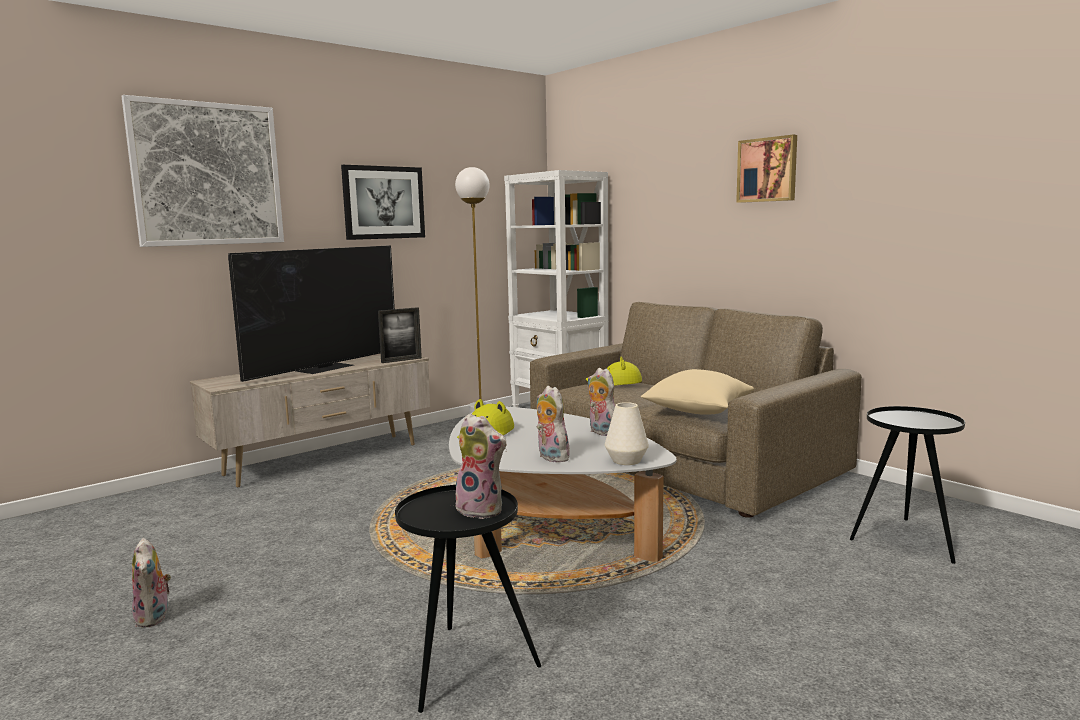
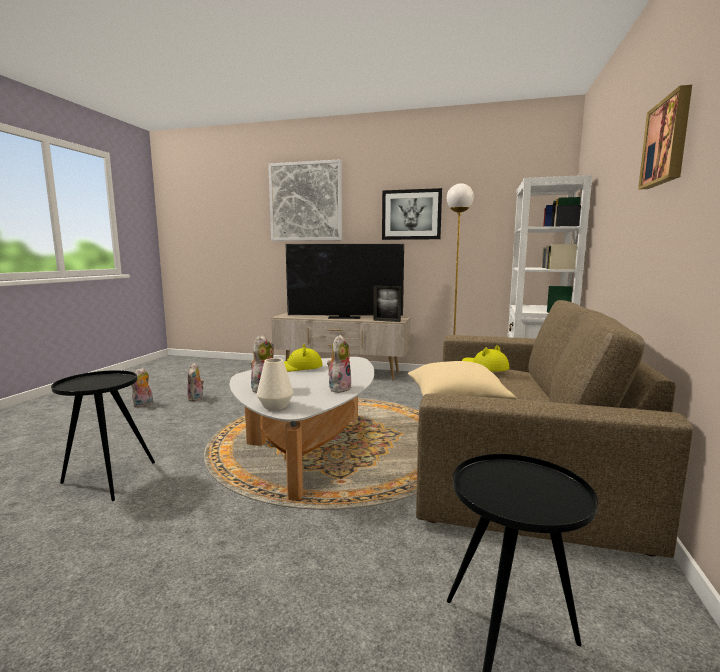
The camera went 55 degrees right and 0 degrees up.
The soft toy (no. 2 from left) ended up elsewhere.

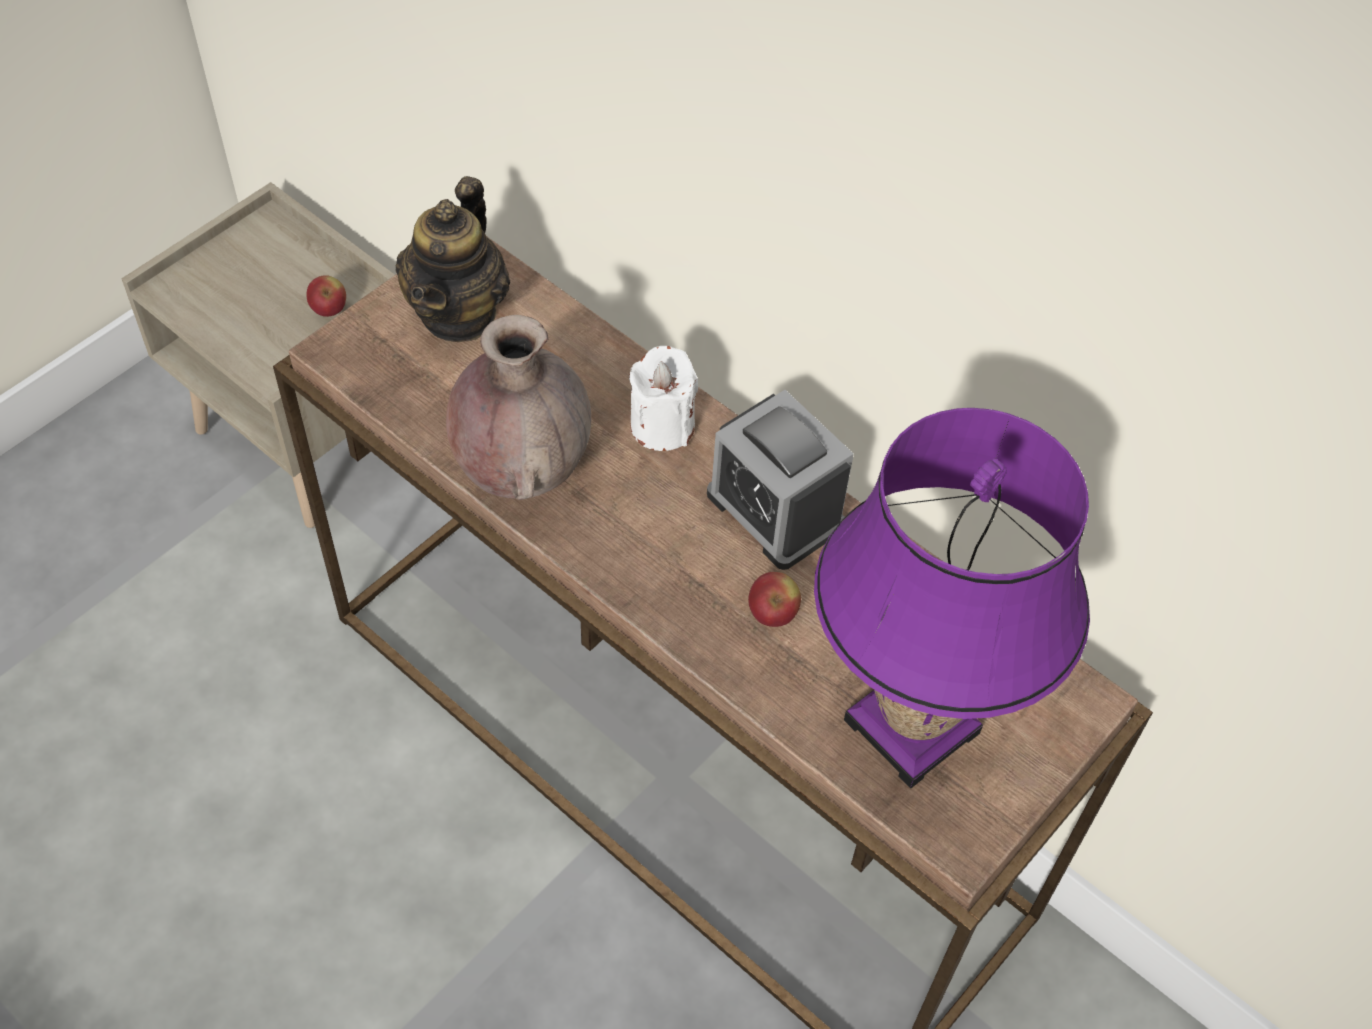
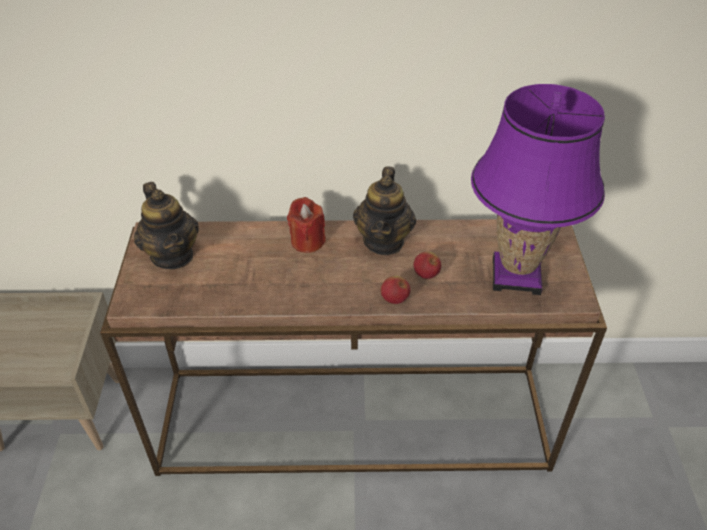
The camera went 40 degrees left and 10 degrees down.
What was the white wax candle turned into the reddish wax candle.
Where the alarm clock stood, the teapot (no. 2 from left) came to stand.
The apple (no. 1 from left) ended up elsewhere.
The second view lost the brown decorative vase.

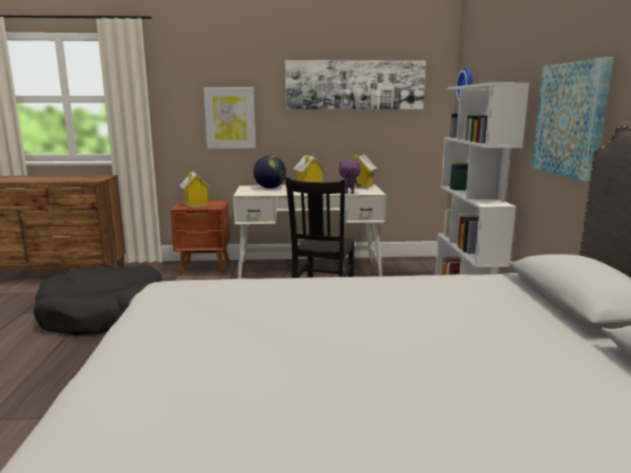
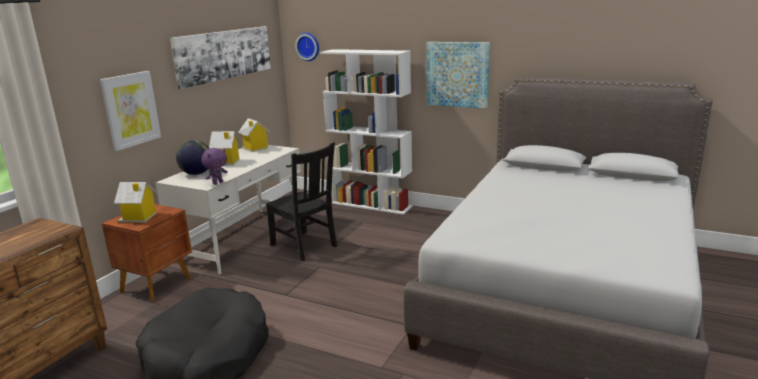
The camera went 60 degrees left and 5 degrees up.
The purple soft toy ended up elsewhere.

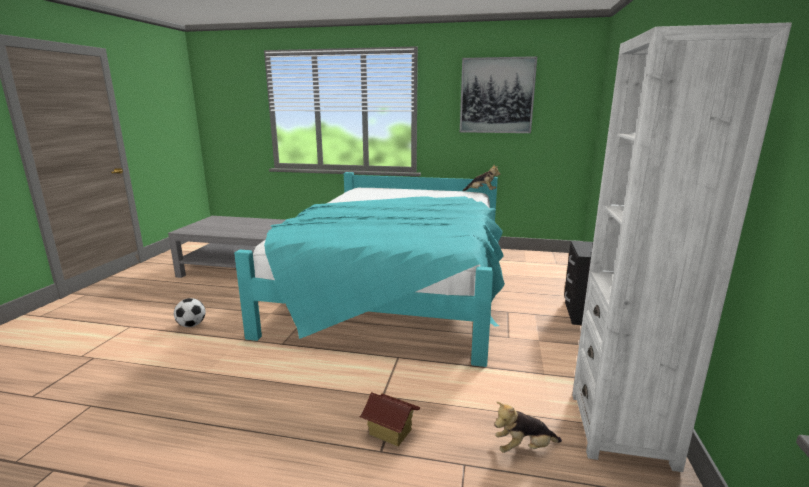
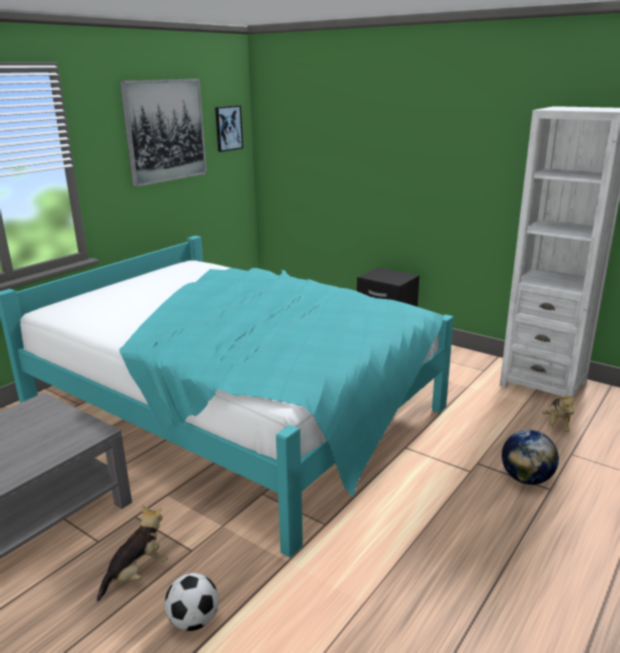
The camera went 65 degrees left and 5 degrees up.
The soft toy (no. 1 from left) ended up elsewhere.
The second view gained the wall picture (no. 2 from left).
Where the miniature house stood, the desk globe came to stand.

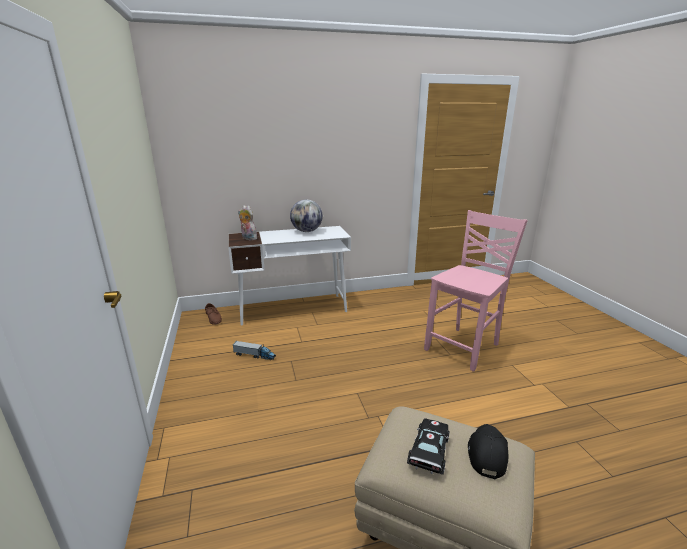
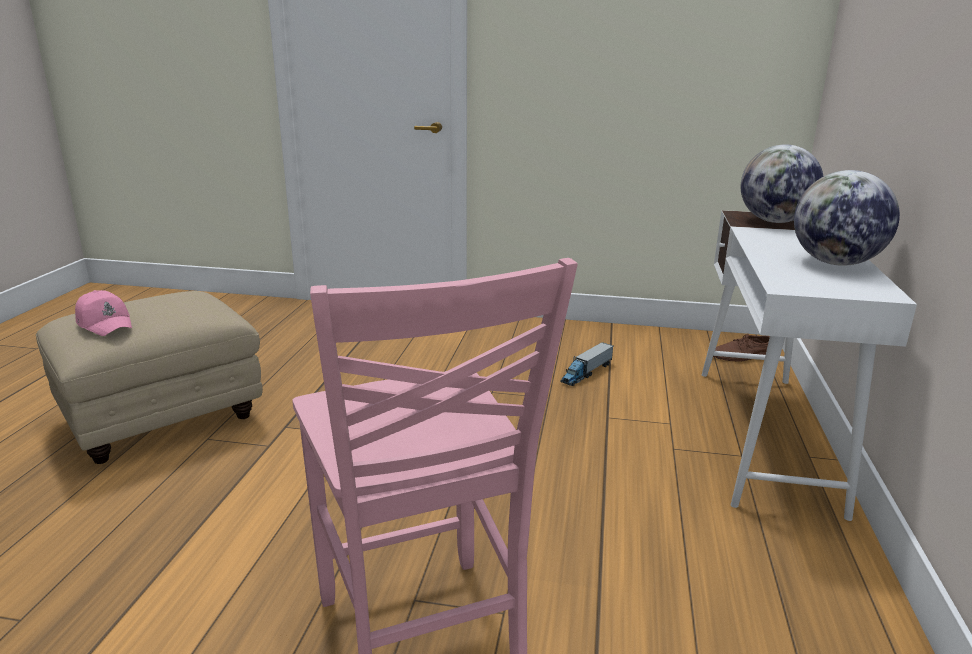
The camera went 115 degrees right and 0 degrees up.
What was the black peaked cap turned into the pink-coloured peaked cap.
Where the soft toy stood, the desk globe (no. 1 from left) came to stand.
The second view lost the black miniature car.

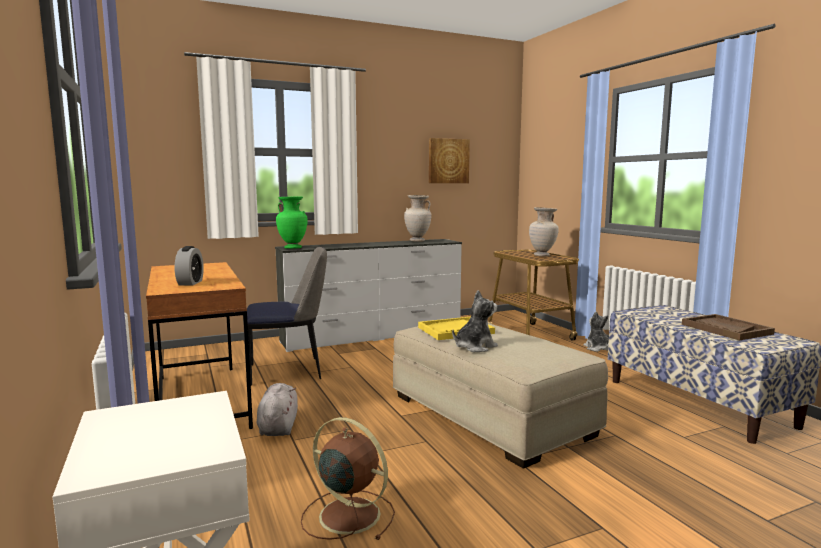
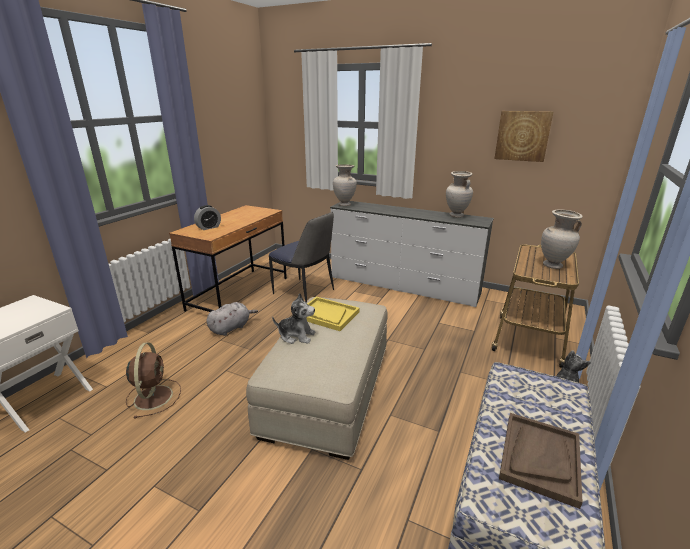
The camera went 50 degrees right and 15 degrees up.
What was the greenish decorative vase turned into the beige decorative vase (no. 1 from left).

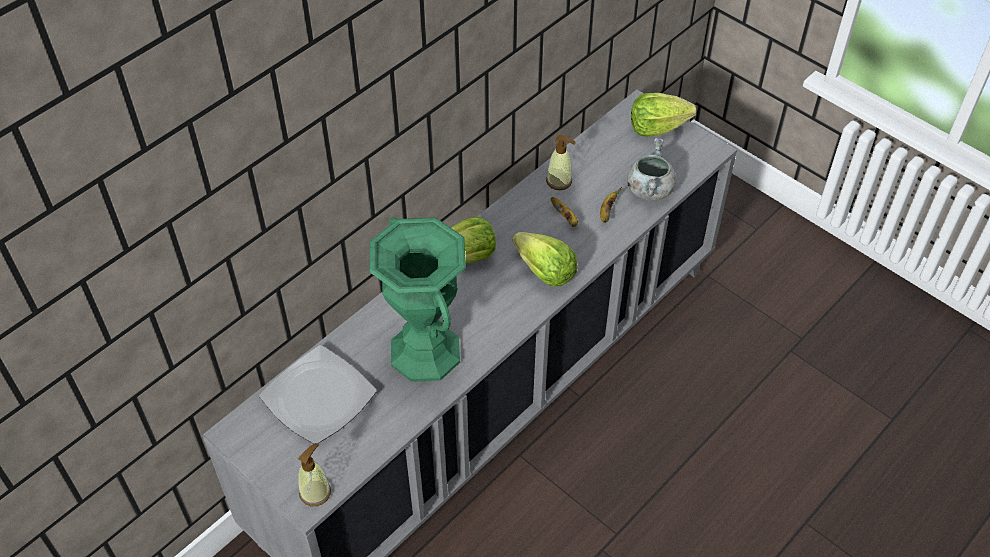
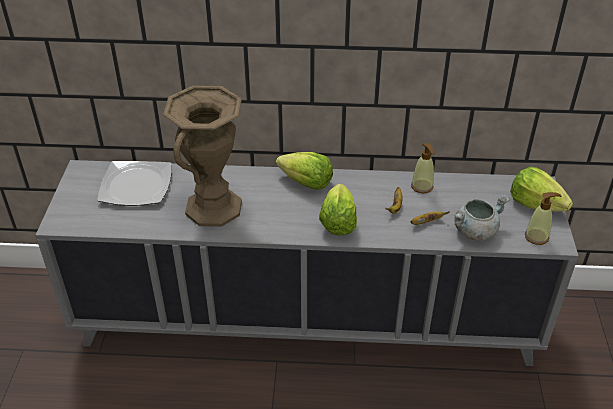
The camera went 50 degrees right and 10 degrees down.
What was the greenish decorative vase turned into the brown decorative vase.
The soap bottle (no. 1 from left in the first image) ended up elsewhere.

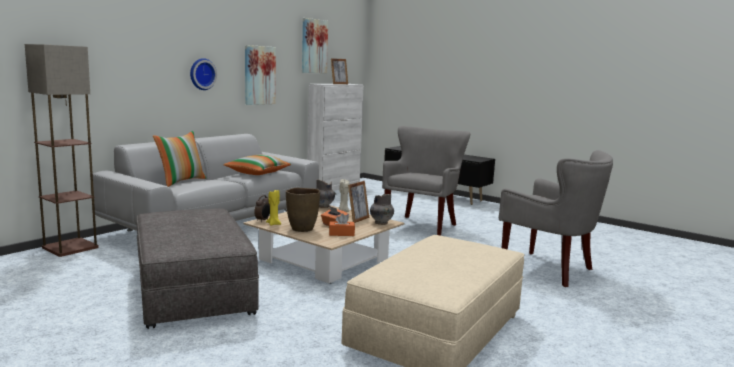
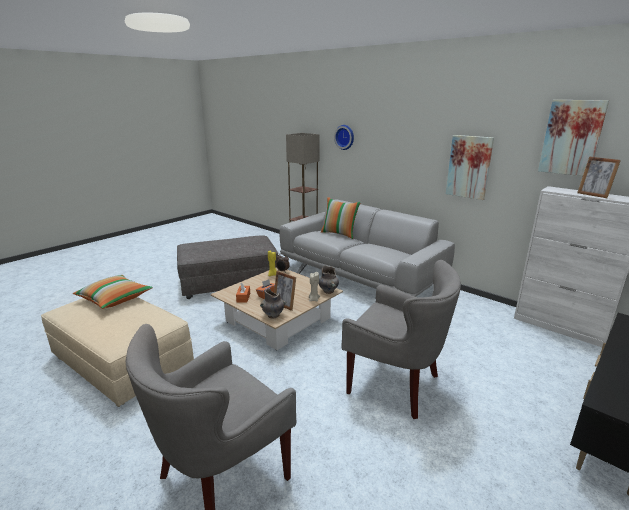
The camera went 95 degrees right and 10 degrees up.
The cushion (no. 2 from left in the first image) ended up elsewhere.
The hanging clock ended up elsewhere.
The second view lost the brown decorative vase.

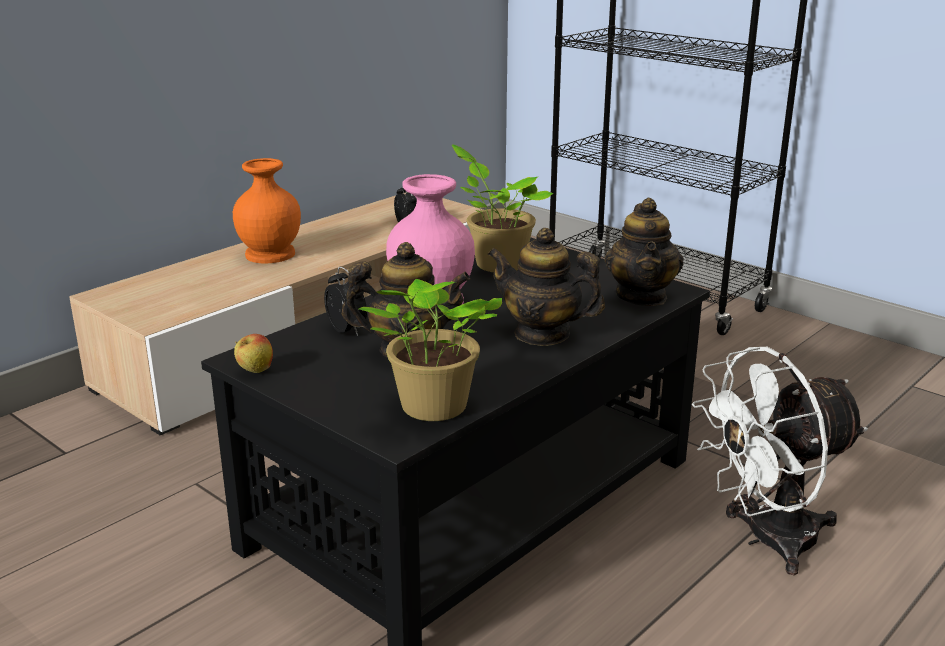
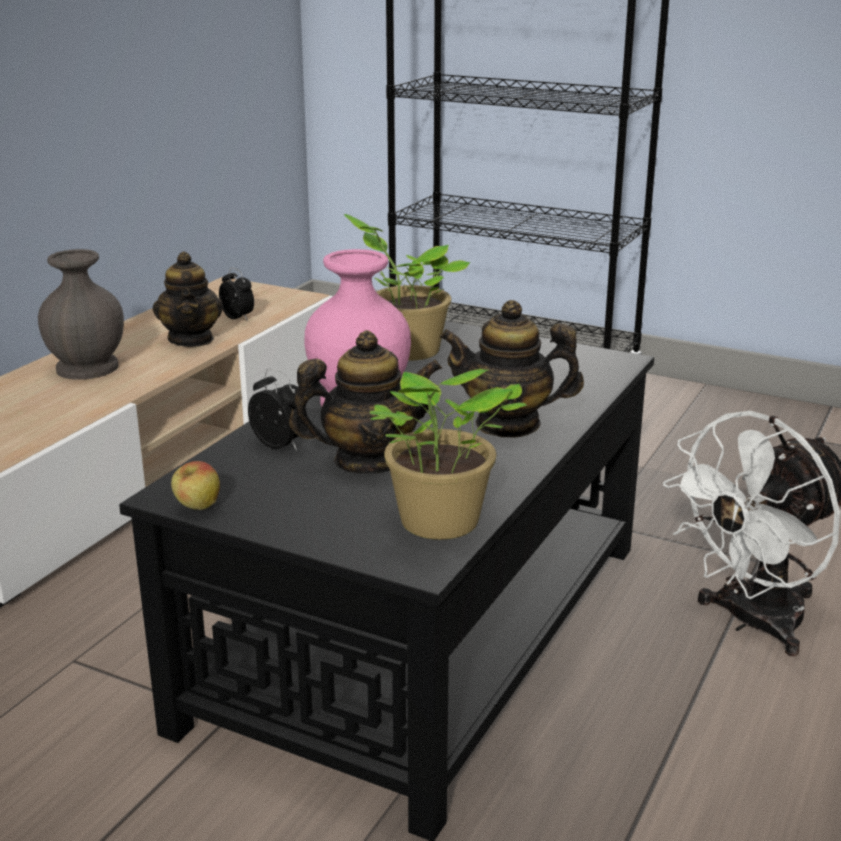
The camera went 15 degrees left and 0 degrees up.
What was the orange-coloured decorative vase turned into the gray decorative vase.
The teapot (no. 3 from left in the first image) ended up elsewhere.

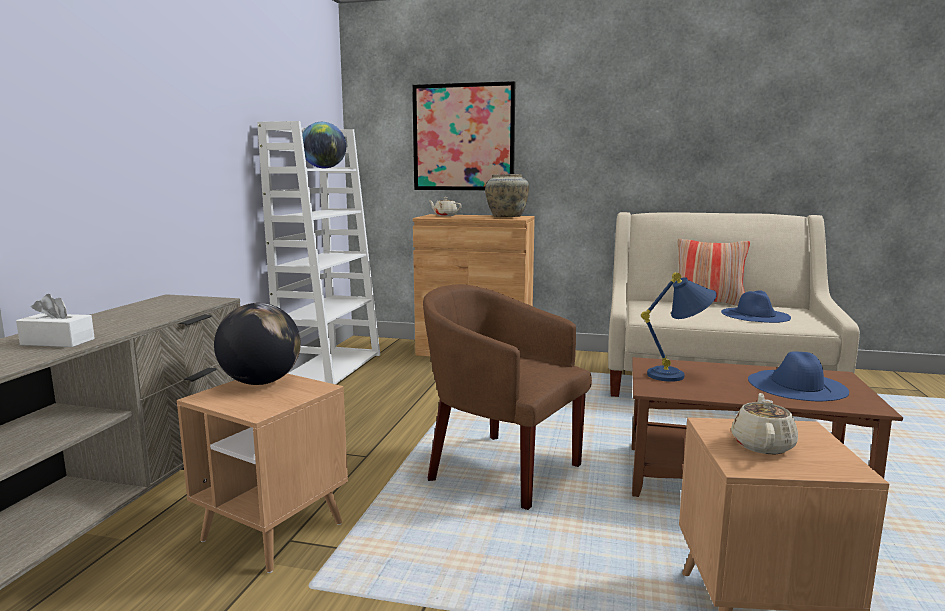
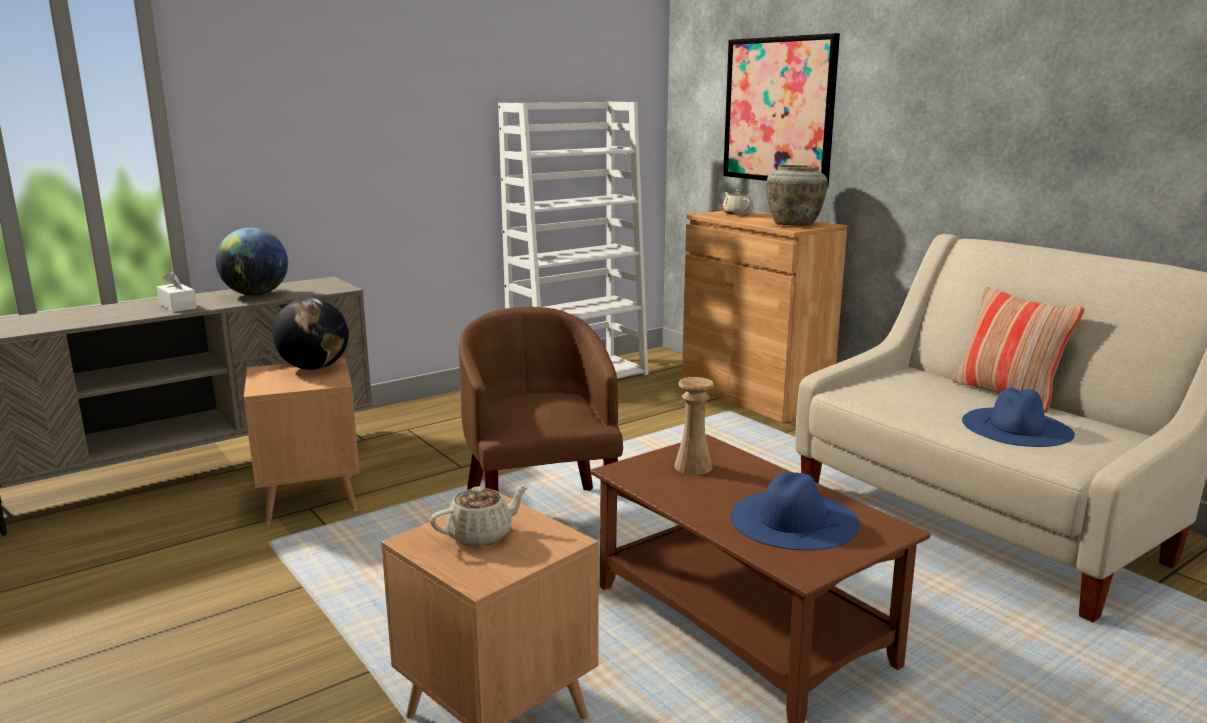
The camera went 40 degrees right and 5 degrees up.
The desk globe (no. 2 from left in the first image) ended up elsewhere.
Where the bluish table lamp stood, the beige decorative vase (no. 1 from left) came to stand.

